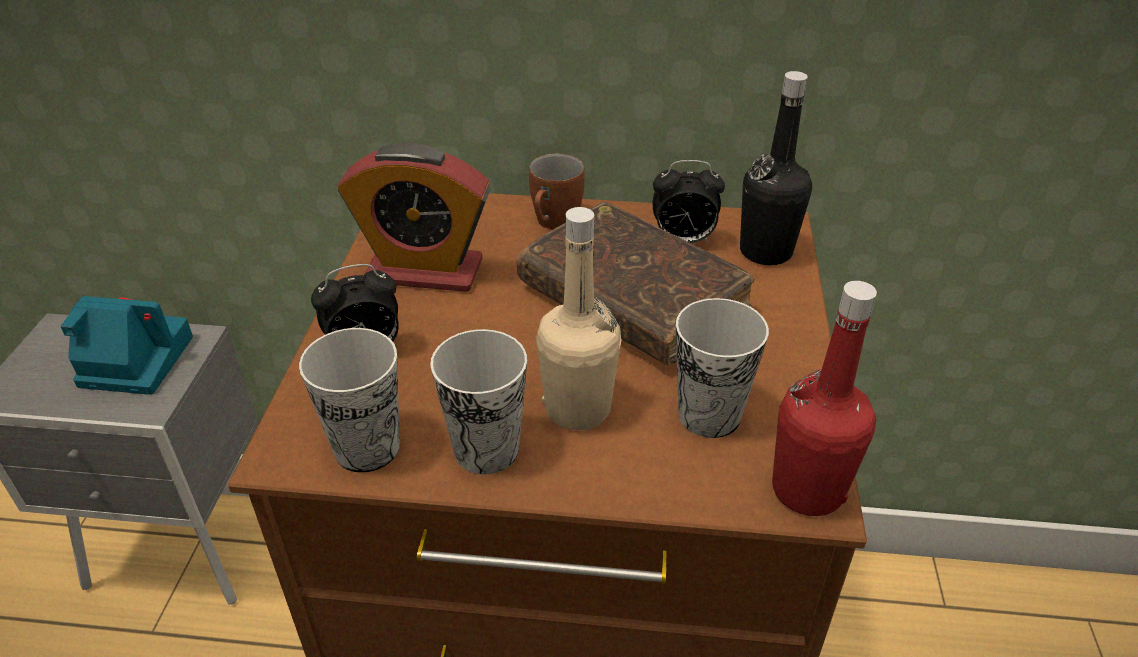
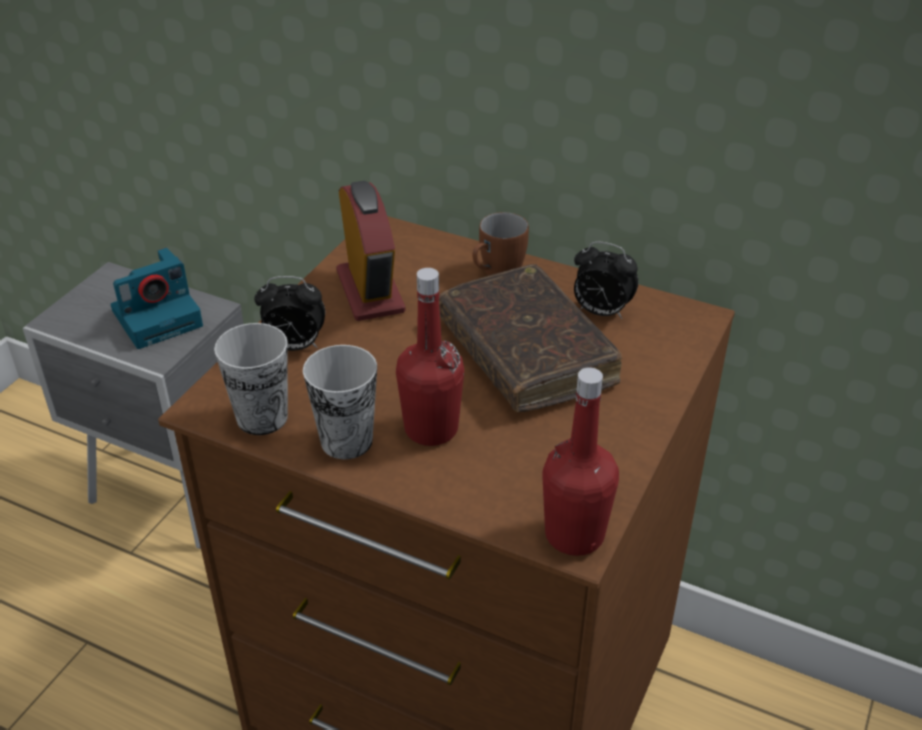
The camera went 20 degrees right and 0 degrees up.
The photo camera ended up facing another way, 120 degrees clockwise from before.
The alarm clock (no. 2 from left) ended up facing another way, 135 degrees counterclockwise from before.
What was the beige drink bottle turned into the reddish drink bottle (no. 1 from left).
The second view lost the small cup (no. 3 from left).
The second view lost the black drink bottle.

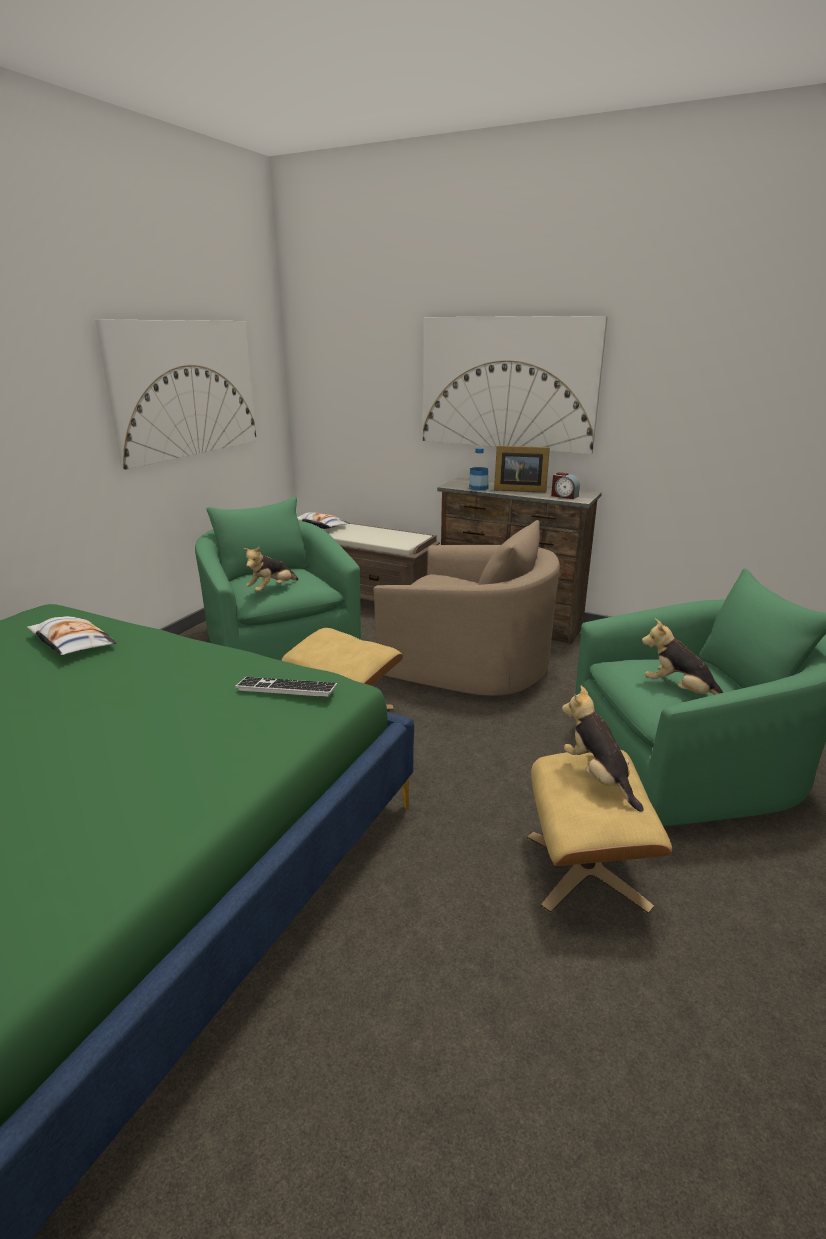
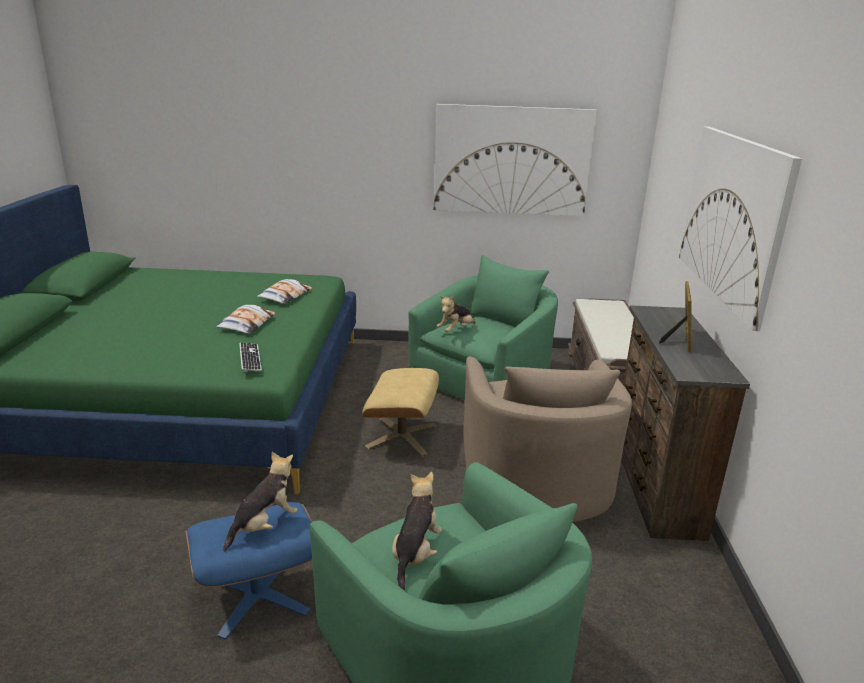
The camera went 65 degrees right and 0 degrees up.
What was the beige pouffe (no. 2 from left) turned into the bluish pouffe.
The cushion (no. 2 from left in the first image) ended up elsewhere.
The soft toy (no. 1 from left in the first image) ended up facing another way, 60 degrees counterclockwise from before.
The photo frame ended up facing another way, 150 degrees counterclockwise from before.
The second view lost the drink bottle.
The second view lost the alarm clock.

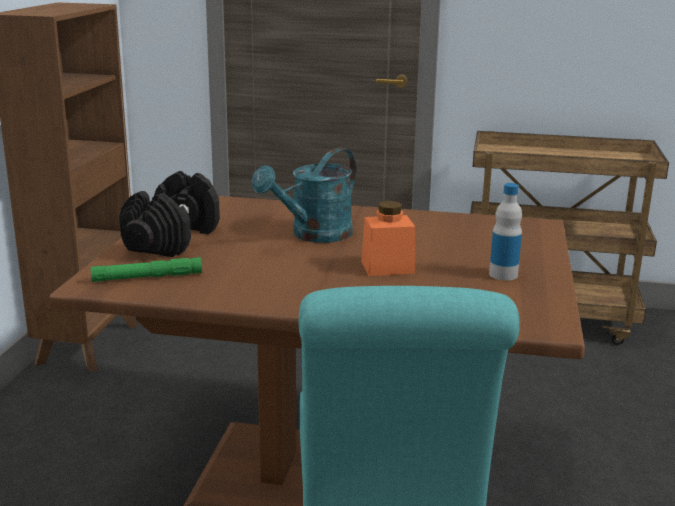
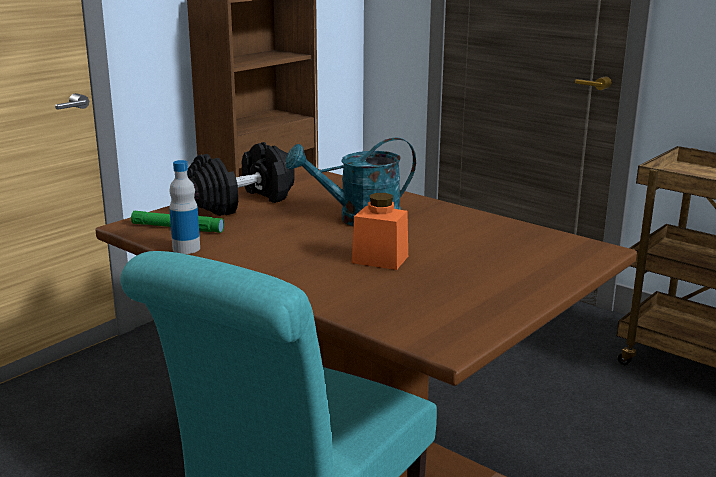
The camera went 30 degrees right and 0 degrees up.
The drink bottle ended up elsewhere.

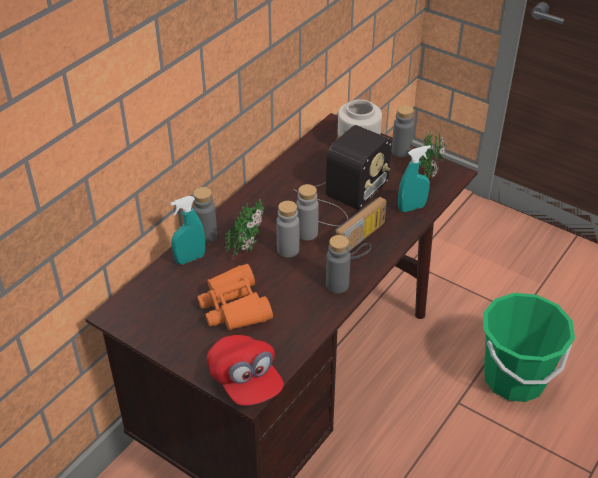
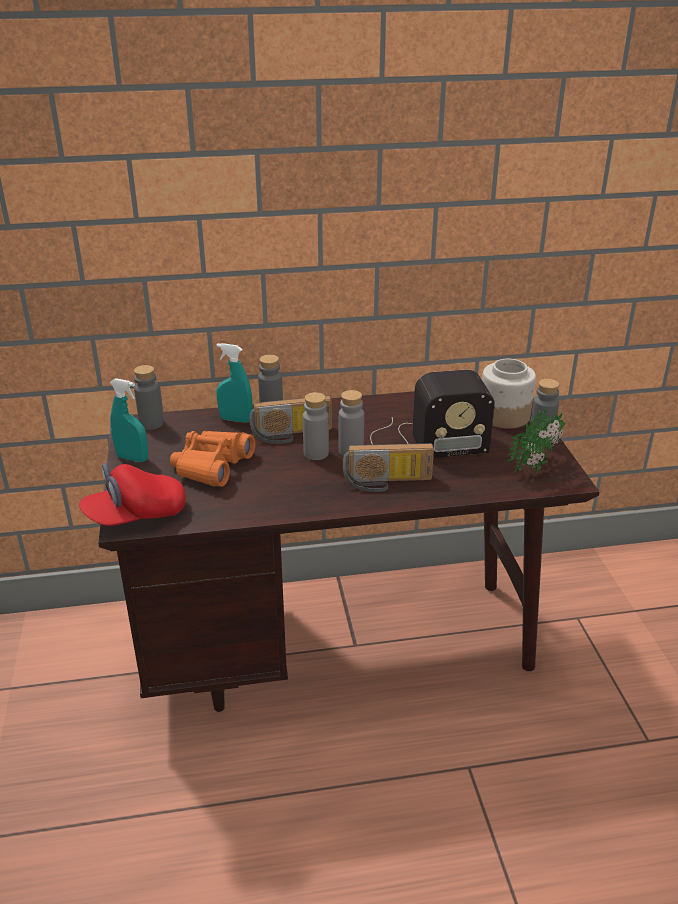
The camera went 45 degrees right and 10 degrees down.
The reddish peaked cap ended up facing another way, 45 degrees clockwise from before.
The blue-green sprayer (no. 2 from left in the first image) ended up elsewhere.
The gray drink bottle (no. 4 from left in the first image) ended up elsewhere.
Where the potted plant (no. 1 from left) stood, the radio receiver (no. 1 from left) came to stand.
The second view lost the greenish bucket.

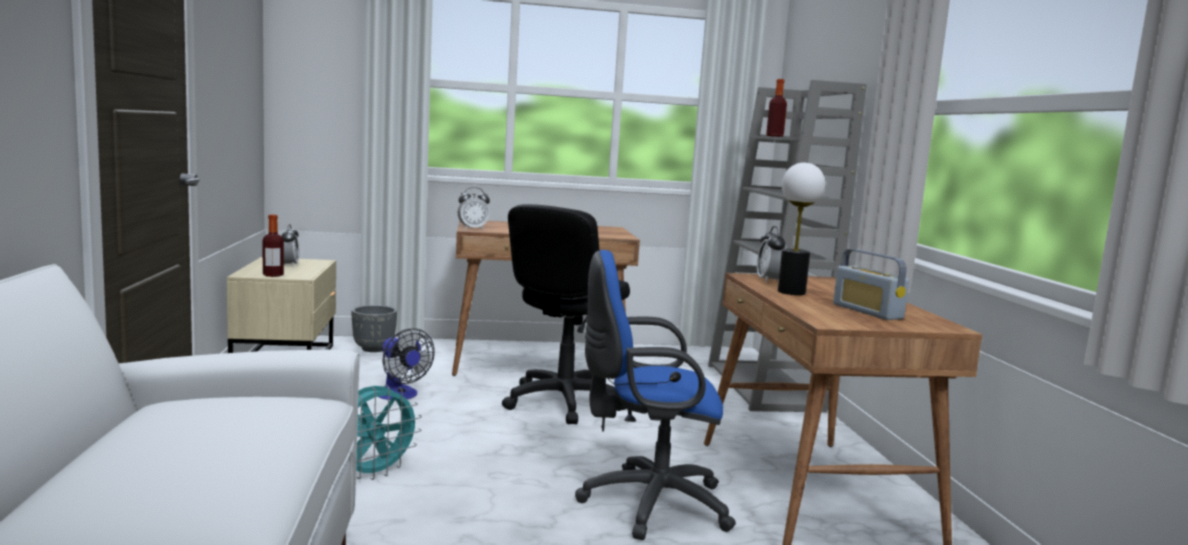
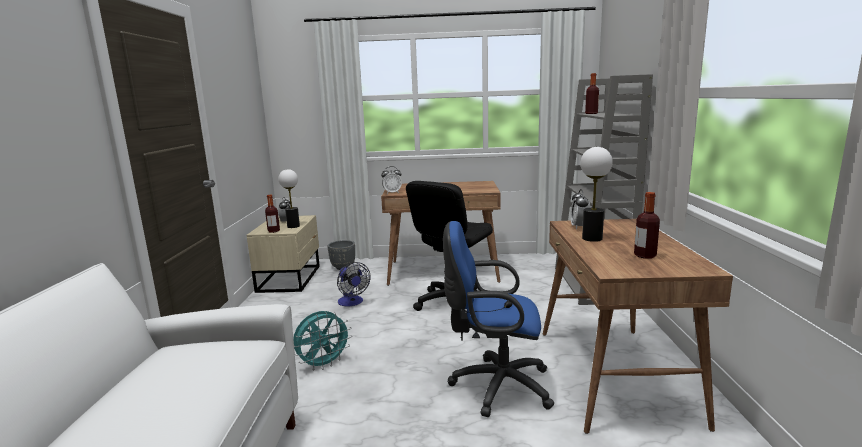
The camera went 10 degrees right and 5 degrees up.
The second view gained the table lamp (no. 1 from left).
Where the radio receiver stood, the drink bottle (no. 3 from left) came to stand.

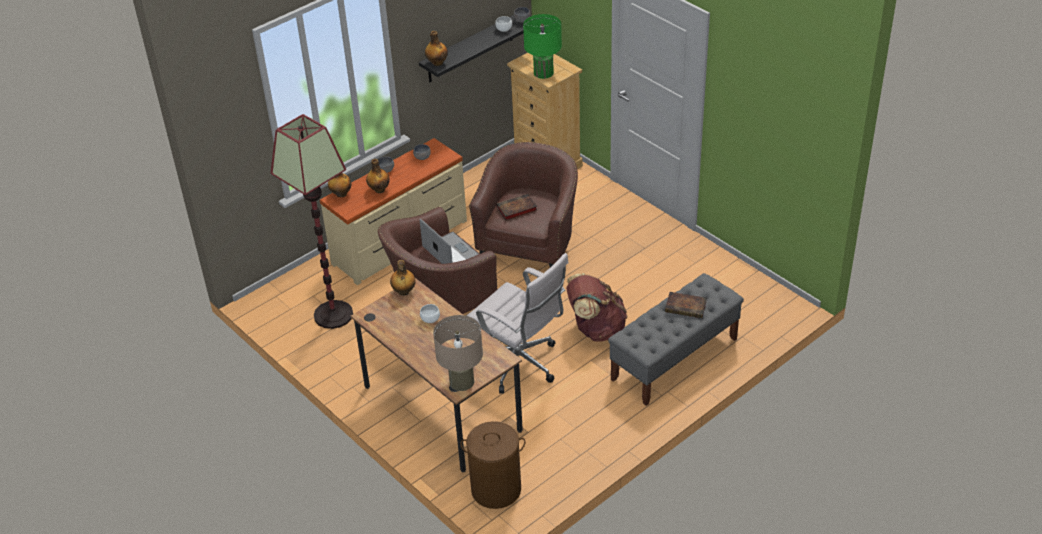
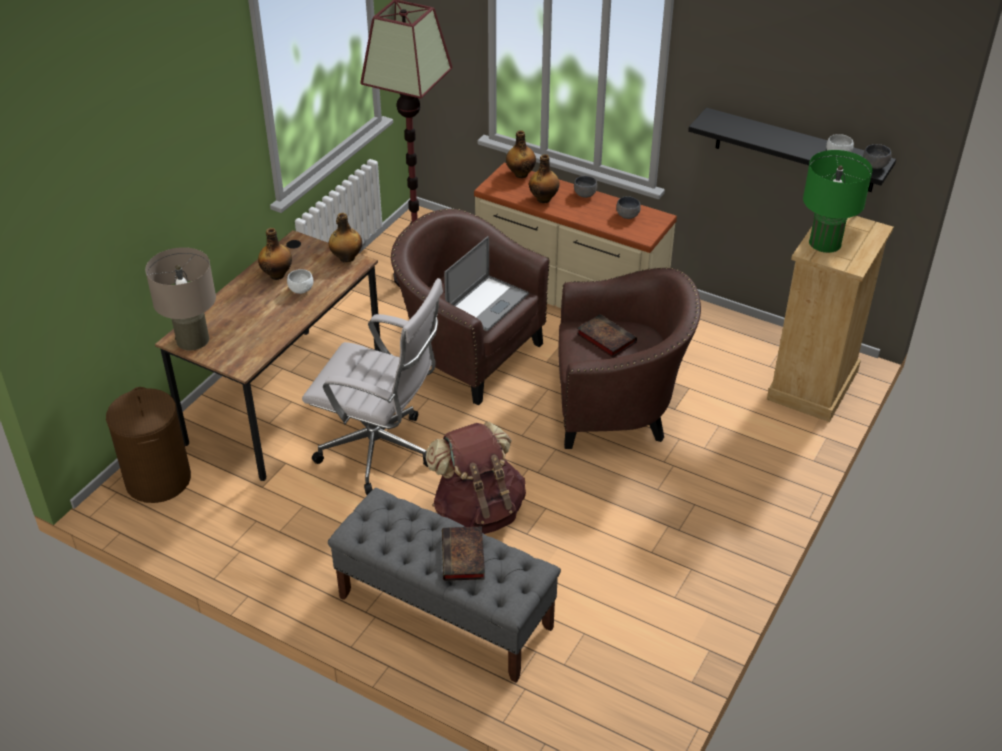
The camera went 70 degrees right and 0 degrees up.
The drink bottle (no. 4 from left in the first image) ended up elsewhere.
The white office chair ended up facing another way, 90 degrees counterclockwise from before.

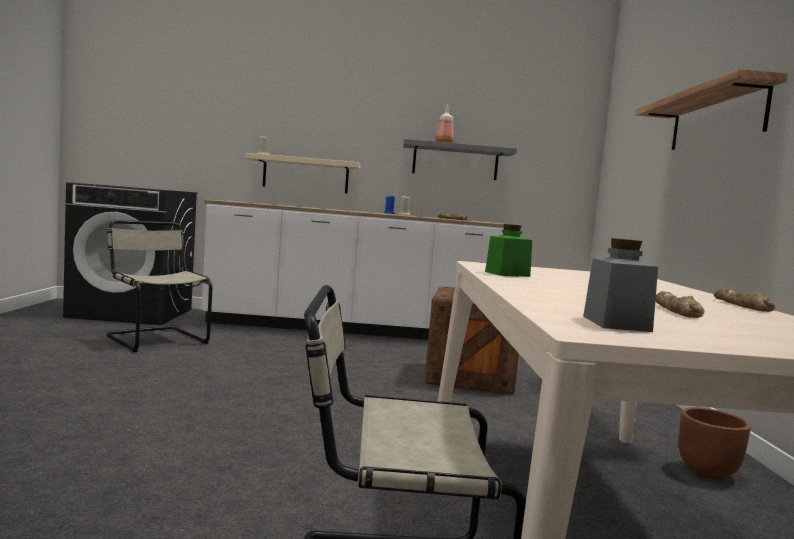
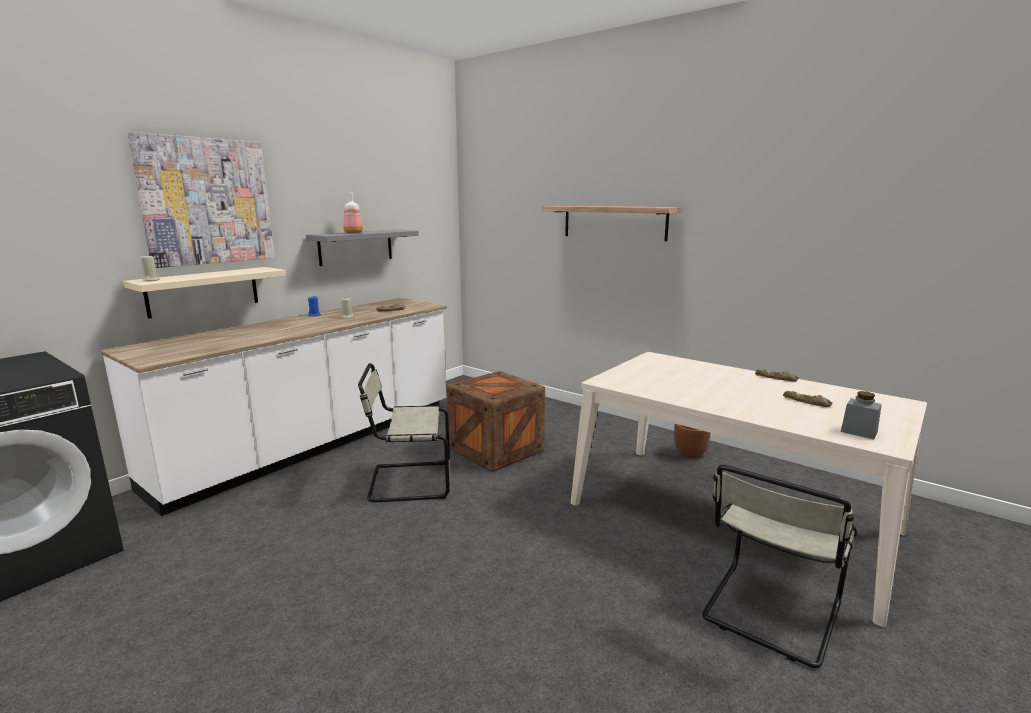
The camera went 50 degrees left and 10 degrees up.
The second view gained the wall picture.
The beige plain chair (no. 1 from left) ended up elsewhere.
The second view lost the greenish storage jar.

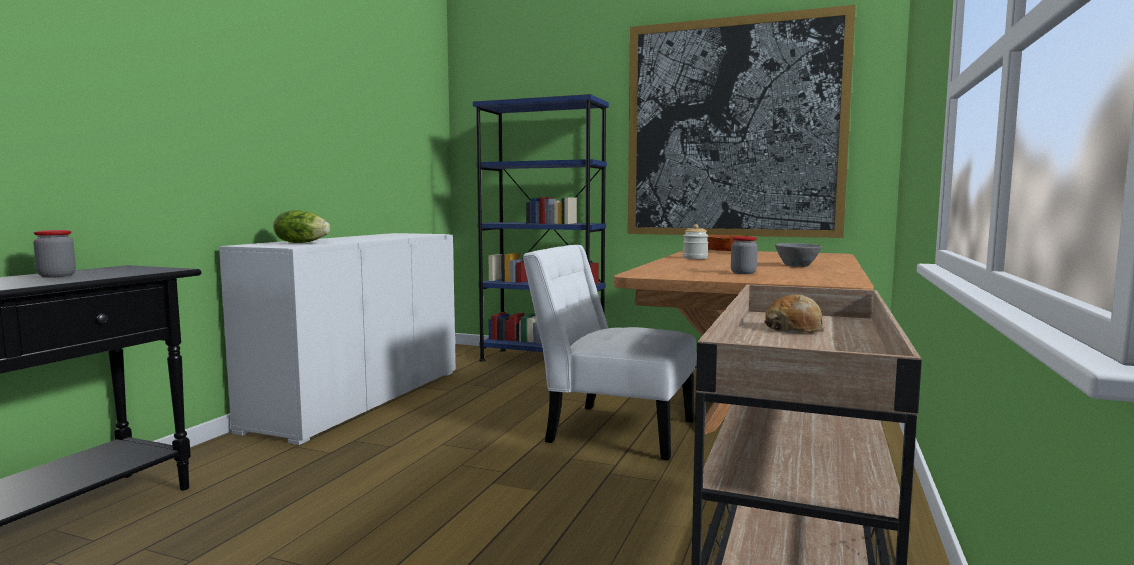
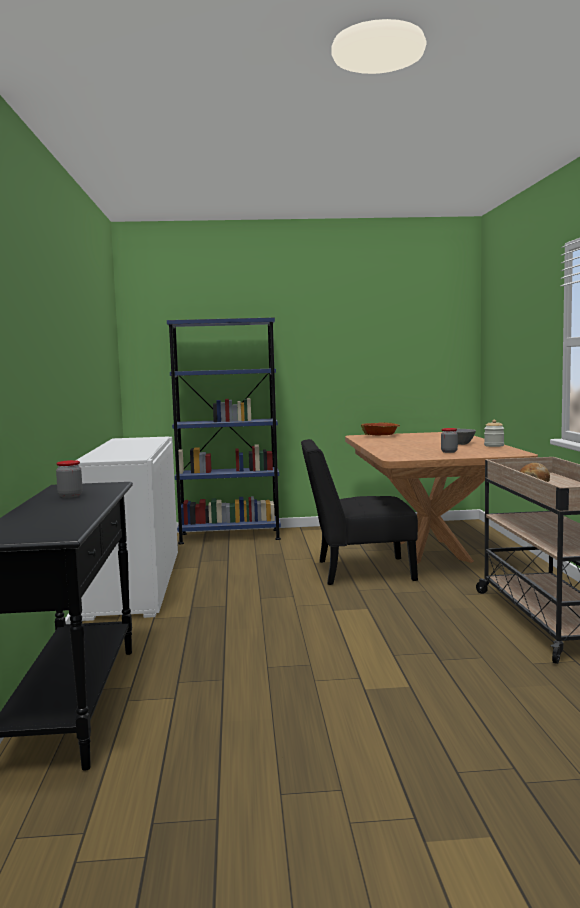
The camera went 25 degrees left and 0 degrees up.
What was the white plain chair turned into the black plain chair.
The storage jar (no. 2 from left in the first image) ended up elsewhere.
The second view lost the head of lettuce.
The second view lost the wall picture.

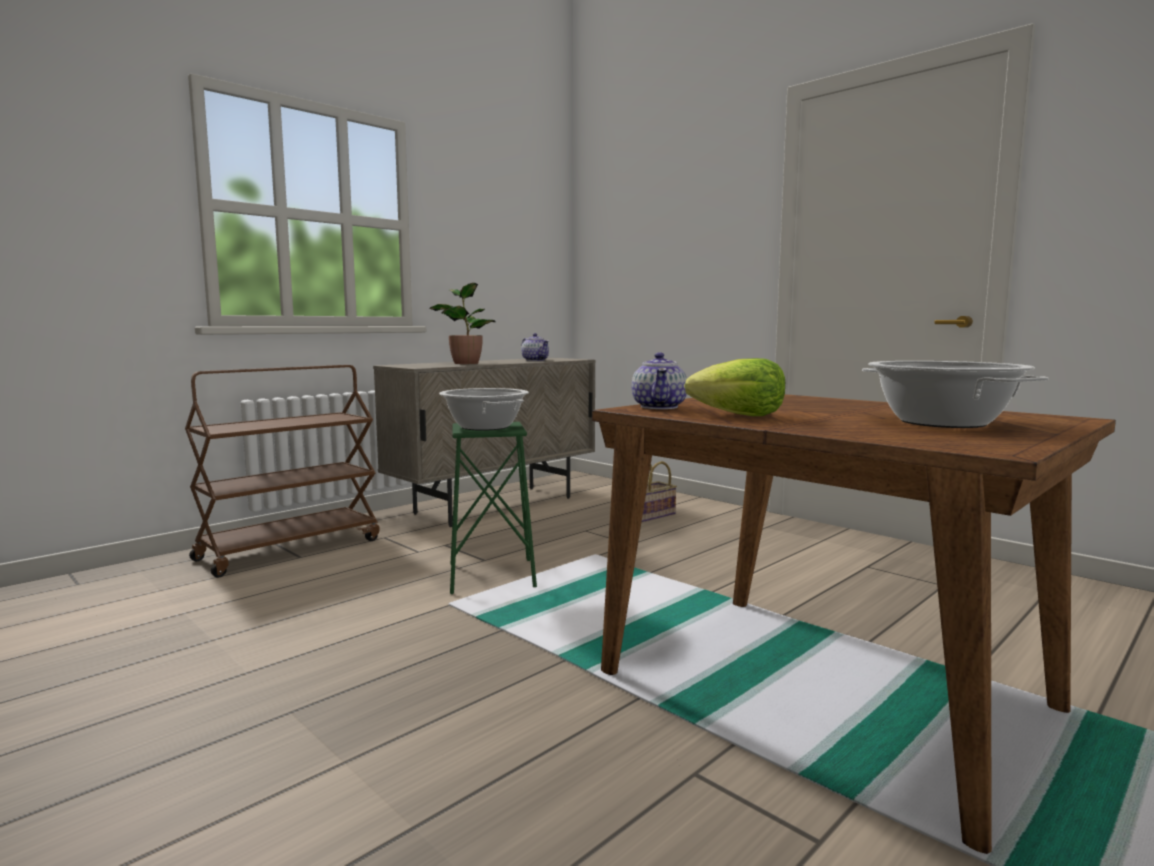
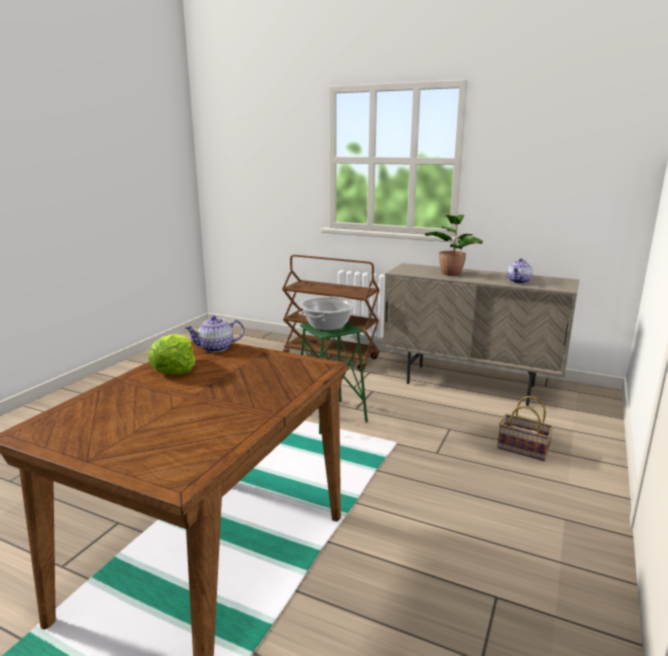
The camera went 70 degrees right and 10 degrees up.
The second view lost the saucepot (no. 2 from left).

